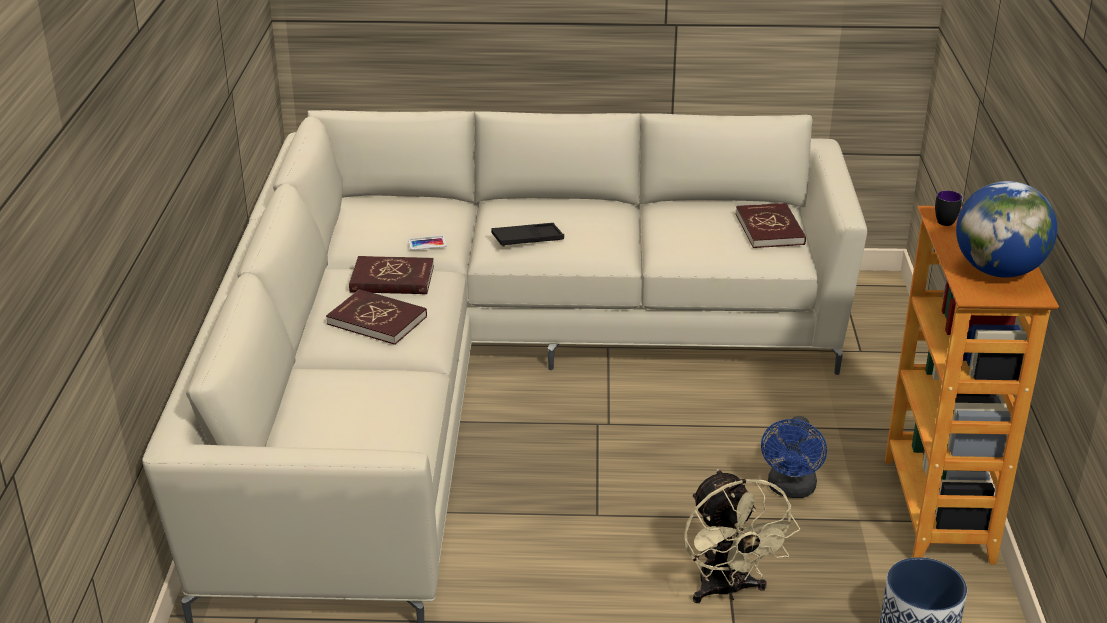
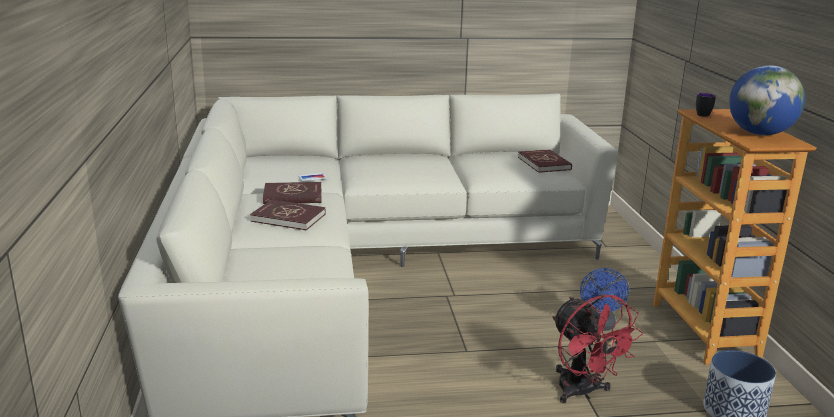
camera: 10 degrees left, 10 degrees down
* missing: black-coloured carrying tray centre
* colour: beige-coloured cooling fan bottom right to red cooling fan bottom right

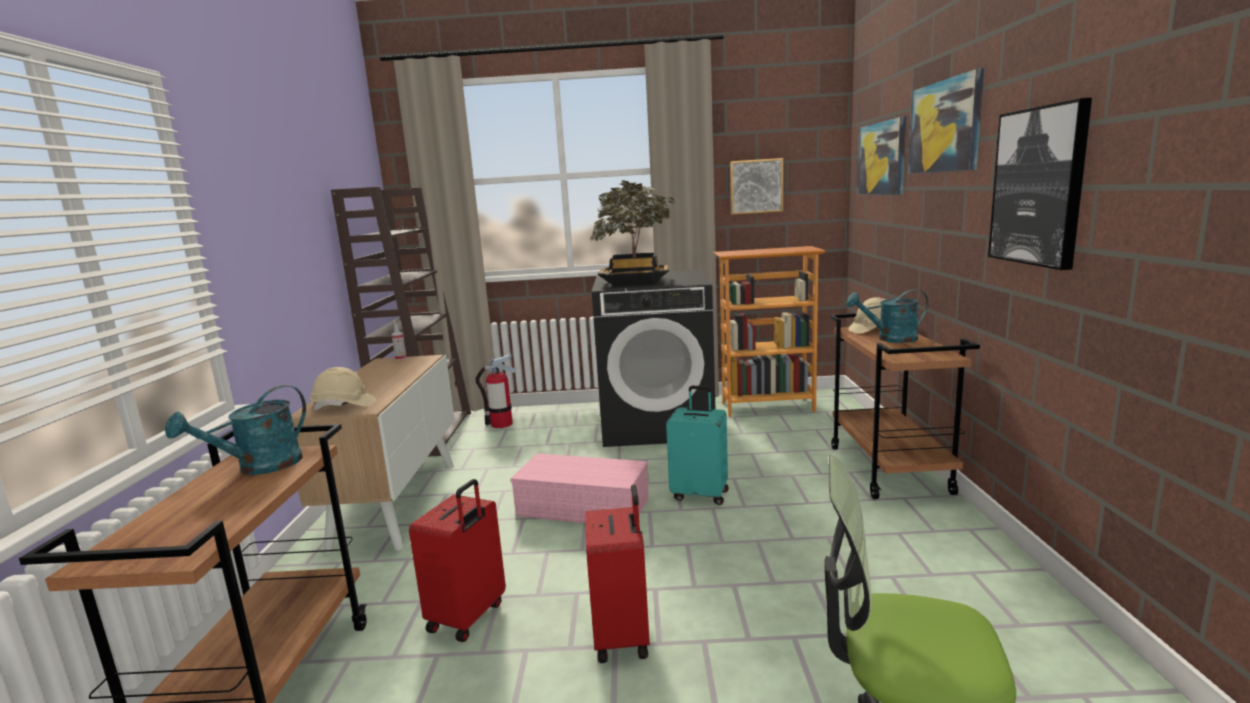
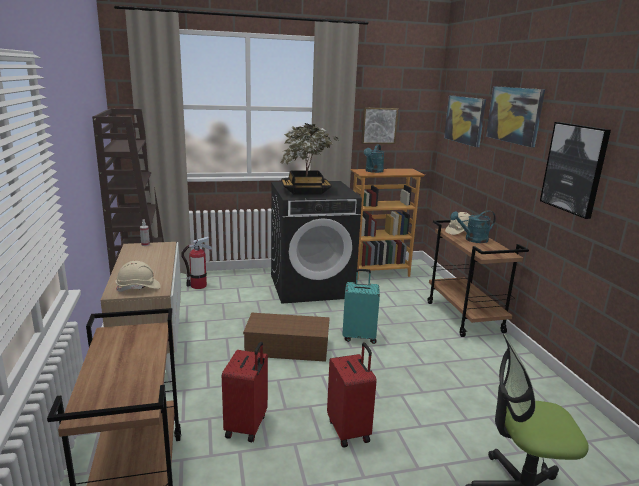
camera: 15 degrees left, 5 degrees up
* relocated: turquoise sprinkling can (no. 1 from left) middle left to top centre
* colour: pinkish storage bin bottom centre to brown-coloured storage bin bottom centre

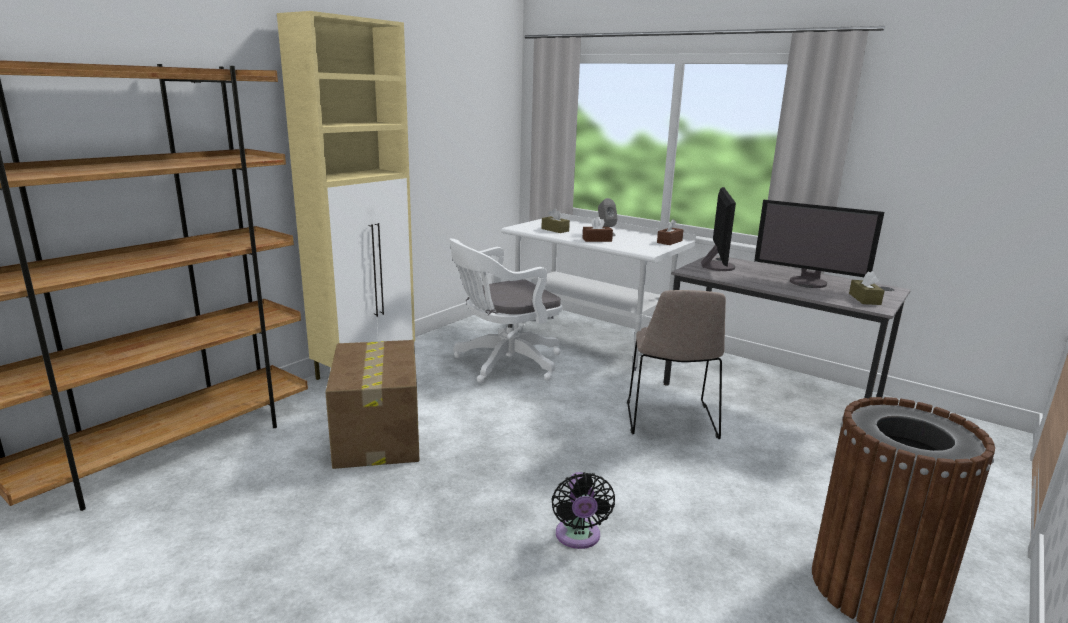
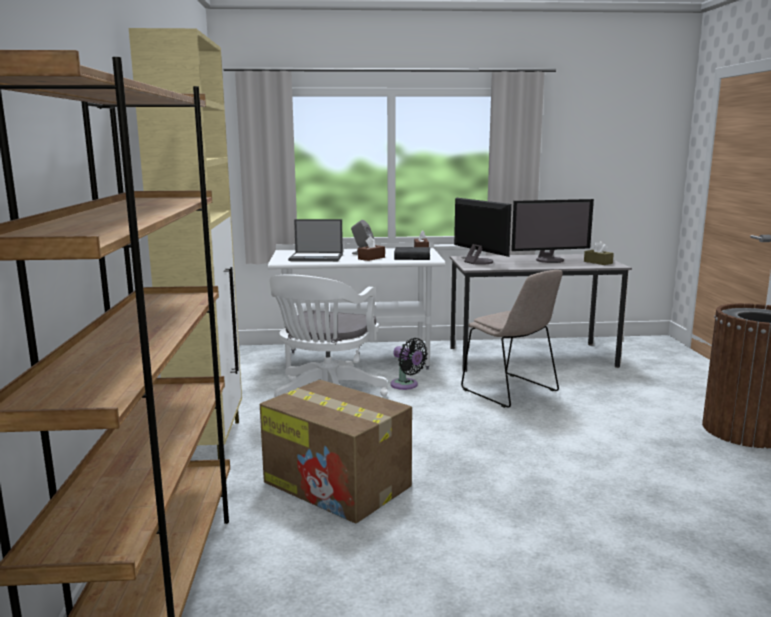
camera: 40 degrees left, 5 degrees down
* exchanged: brown-coloured box of tissues (no. 1 from left) centre to laptop centre
* relocated: black-coloured cooling fan bottom centre to centre
* appeared: black-coloured bound book centre

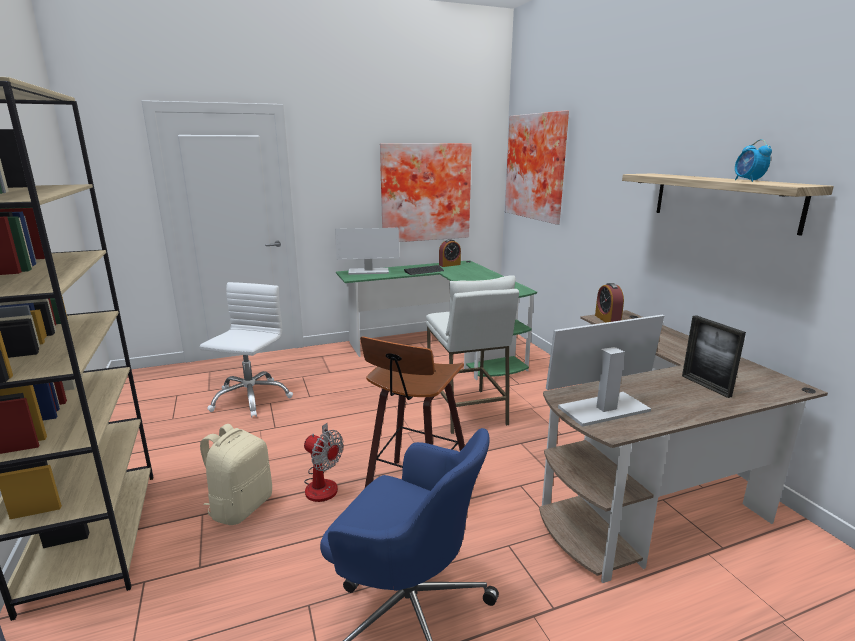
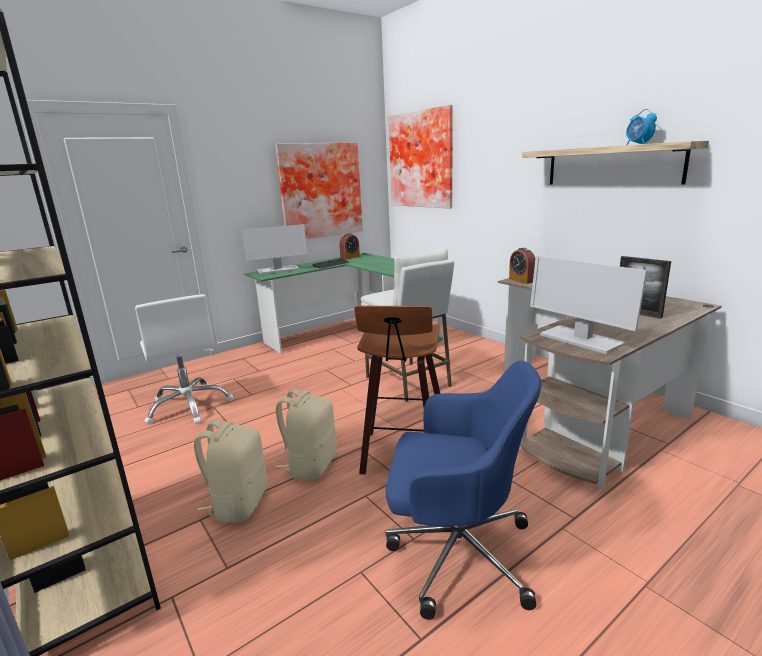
camera: 15 degrees left, 0 degrees up
* spun: white-coloured office chair middle left = middle left 150 degrees clockwise
* spun: computer screen (no. 2 from left) middle right = middle right 90 degrees counterclockwise
* exchanged: cooling fan bottom centre to beige-coloured backpack (no. 2 from left) centre

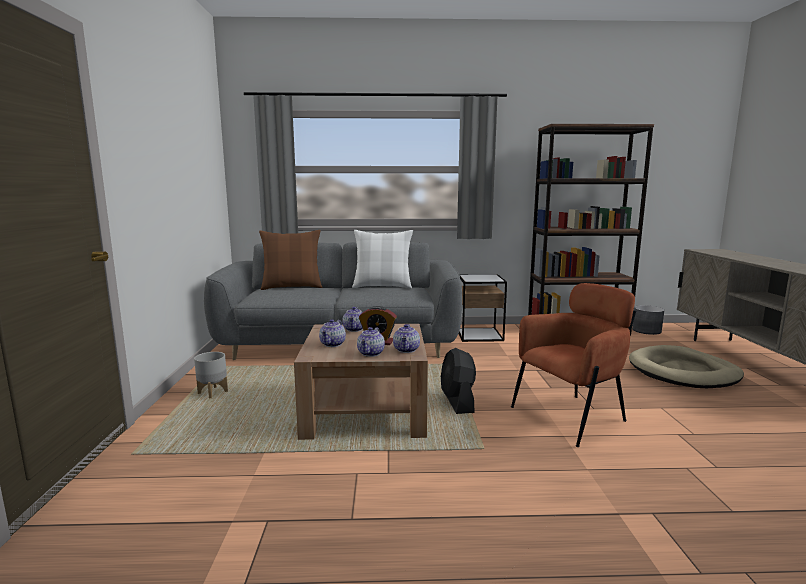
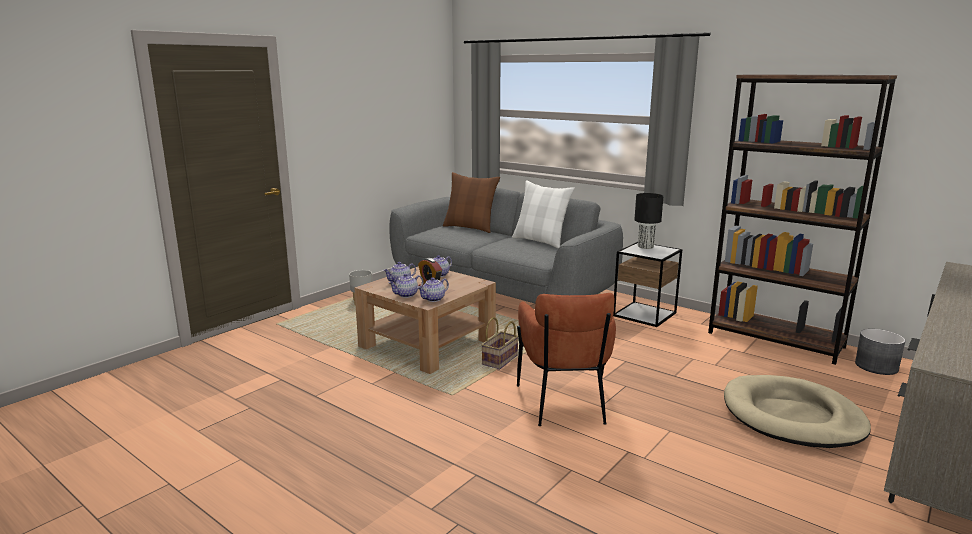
camera: 40 degrees right, 5 degrees up
* spun: brown-coloured easy chair middle right = bottom centre 75 degrees clockwise
* exchanged: black-coloured cooling fan centre to storage basket centre
* appeared: black-coloured table lamp middle right

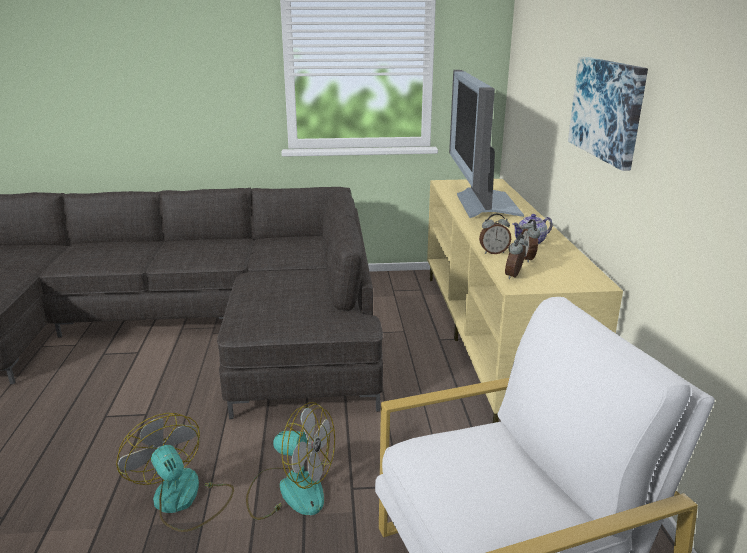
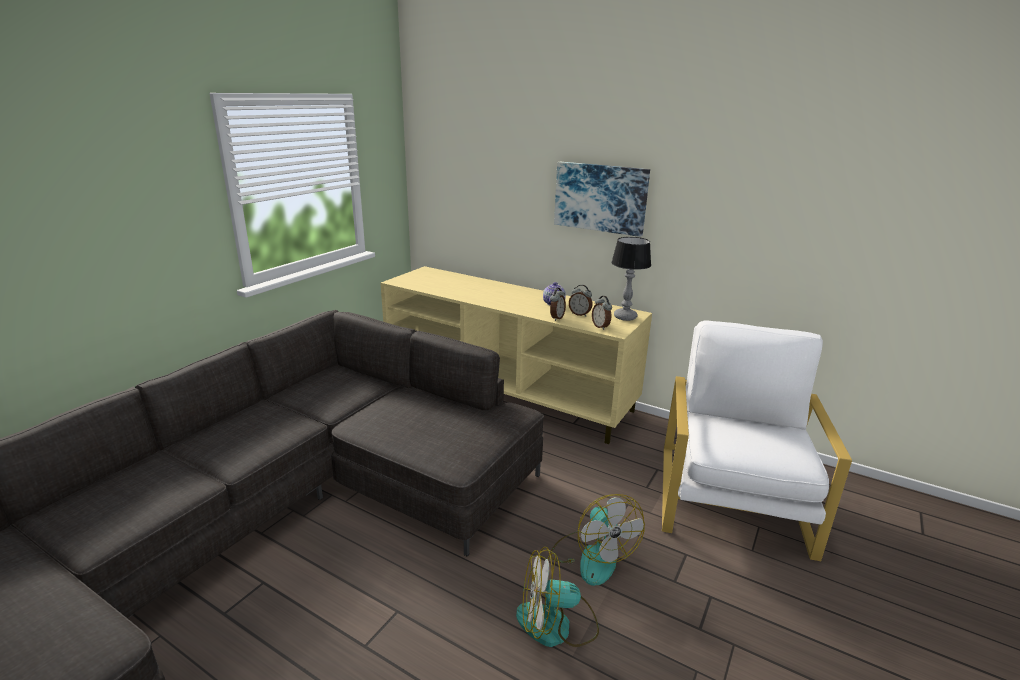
camera: 55 degrees left, 0 degrees up
* missing: TV set top centre
* spun: cooling fan (no. 2 from left) bottom centre = bottom centre 105 degrees clockwise
* appeared: table lamp centre

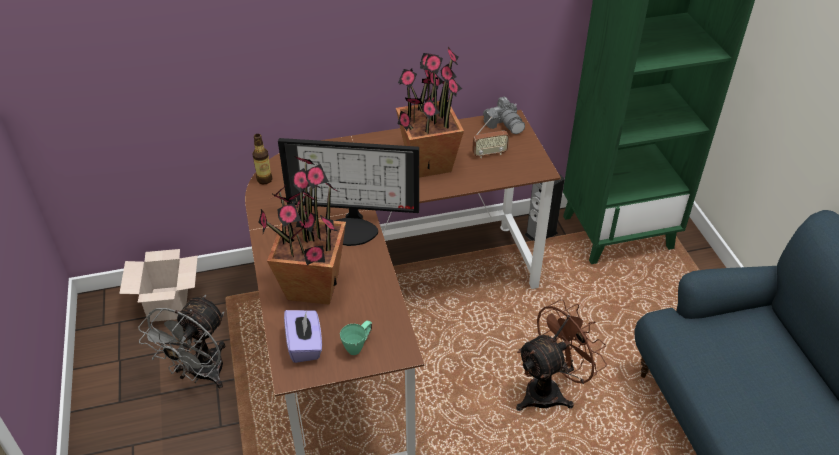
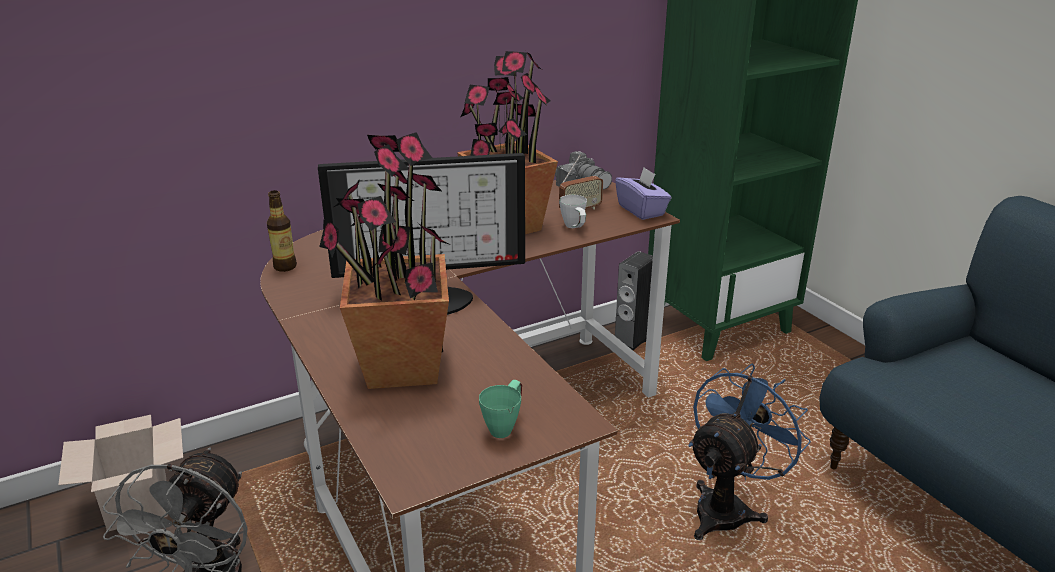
camera: 15 degrees left, 15 degrees down
* colour: brown-coloured cooling fan bottom right to blue cooling fan bottom right
* relocated: purplish box of tissues bottom centre to centre
* appeared: white-coloured coffee mug centre

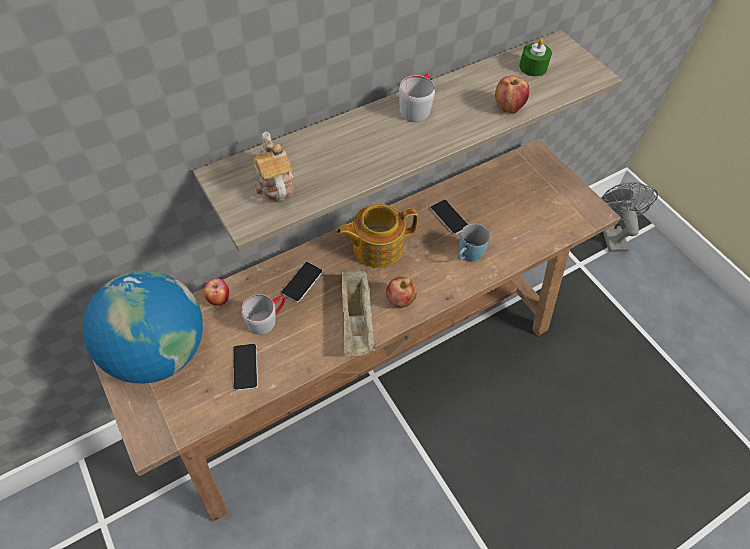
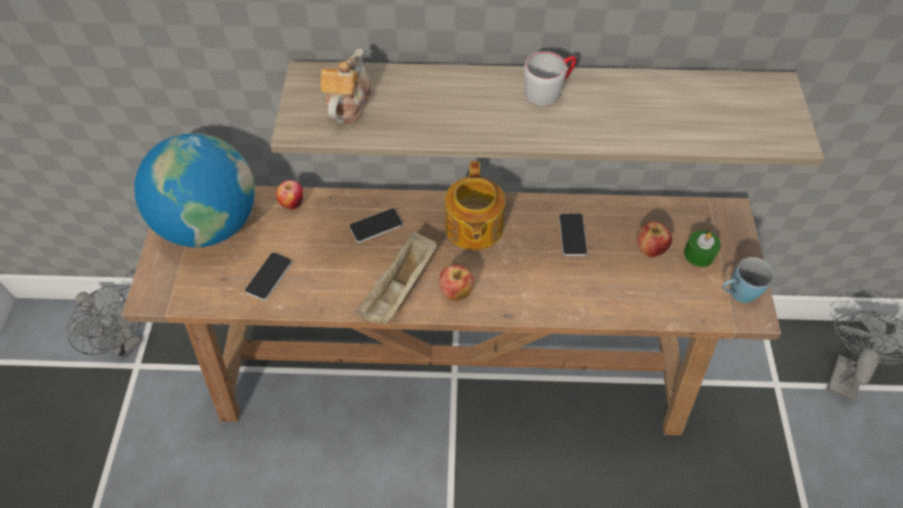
camera: 35 degrees right, 0 degrees up
* relocated: green wax candle top right to middle right
* relocated: apple fruit (no. 3 from left) top right to middle right
* spun: teapot (no. 2 from left) centre = centre 105 degrees counterclockwise
* relocated: blue coffee mug centre to middle right
* missing: gray coffee mug (no. 1 from left) centre
* appeared: gray cooling fan (no. 1 from left) middle left

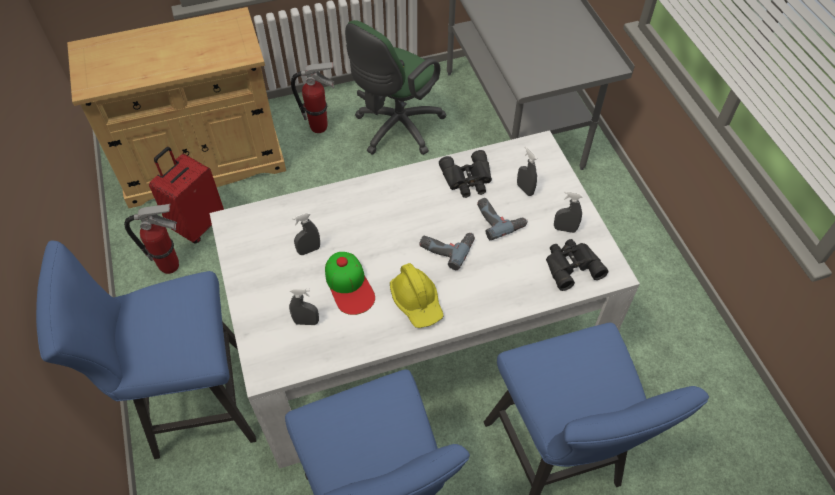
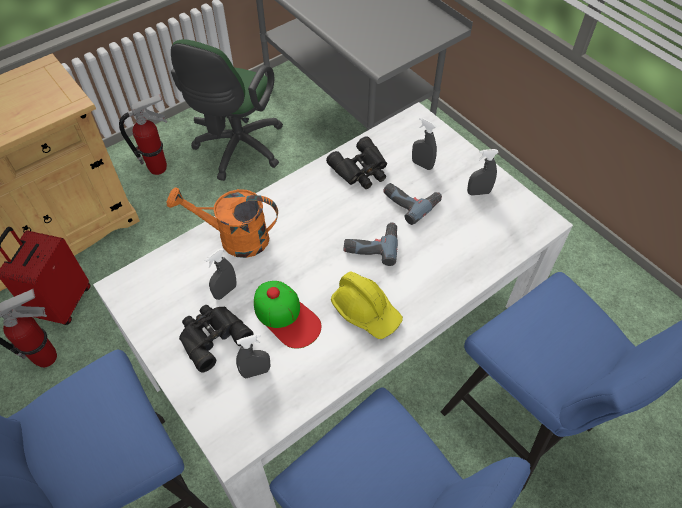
camera: 20 degrees left, 0 degrees up
* relocated: black-coloured binoculars (no. 2 from left in the first image) middle right to black-coloured binoculars (no. 1 from left) middle left
* appeared: orange sprinkling can middle left

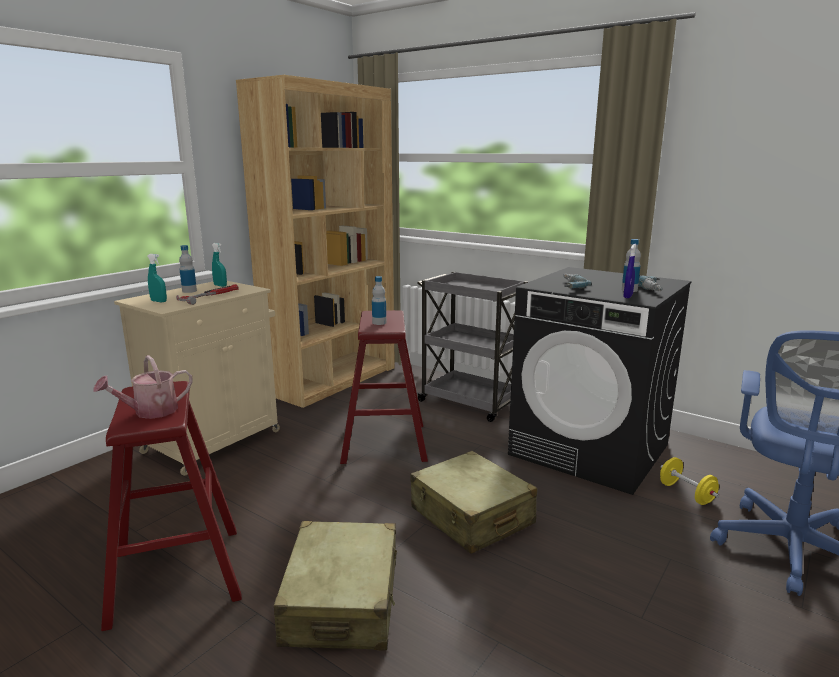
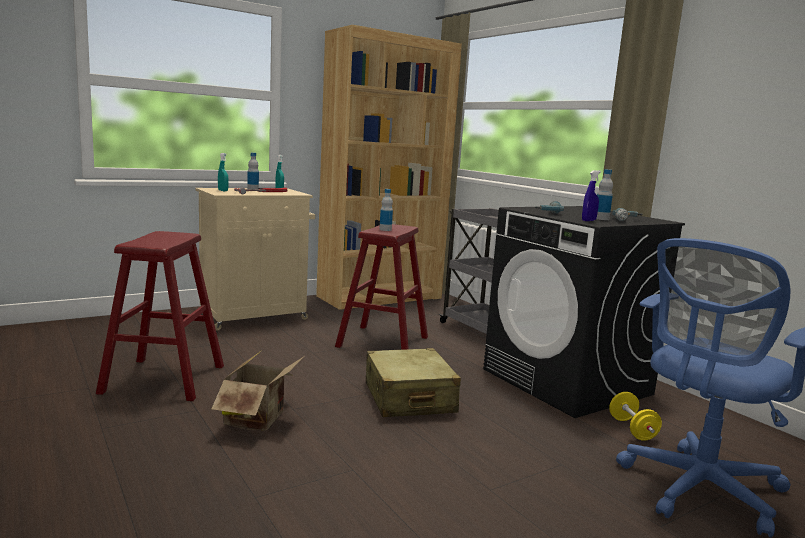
camera: 20 degrees right, 5 degrees down
* missing: sprinkling can middle left
* exchanged: beige-coloured travel case (no. 1 from left) bottom centre to carton bottom left

